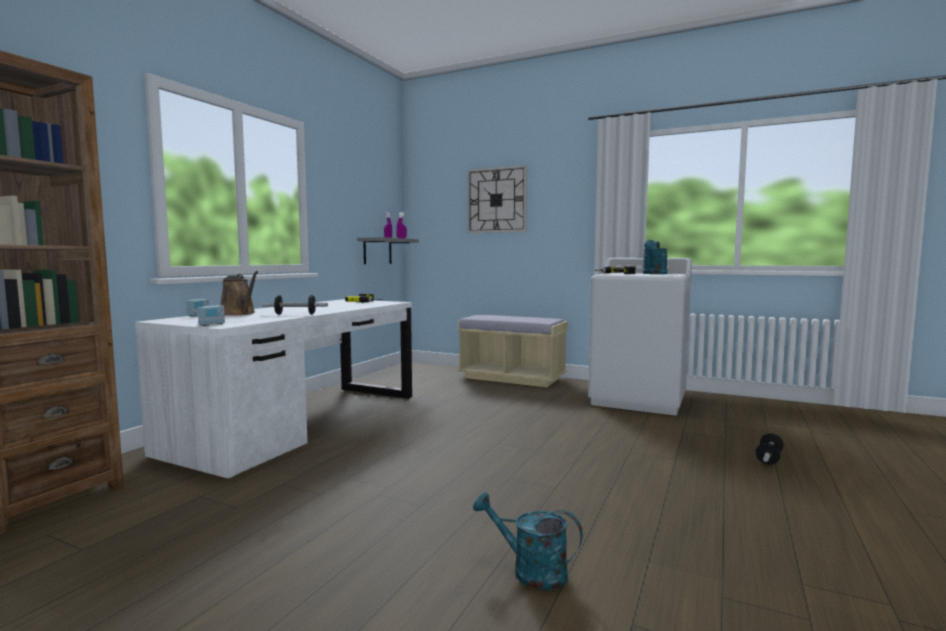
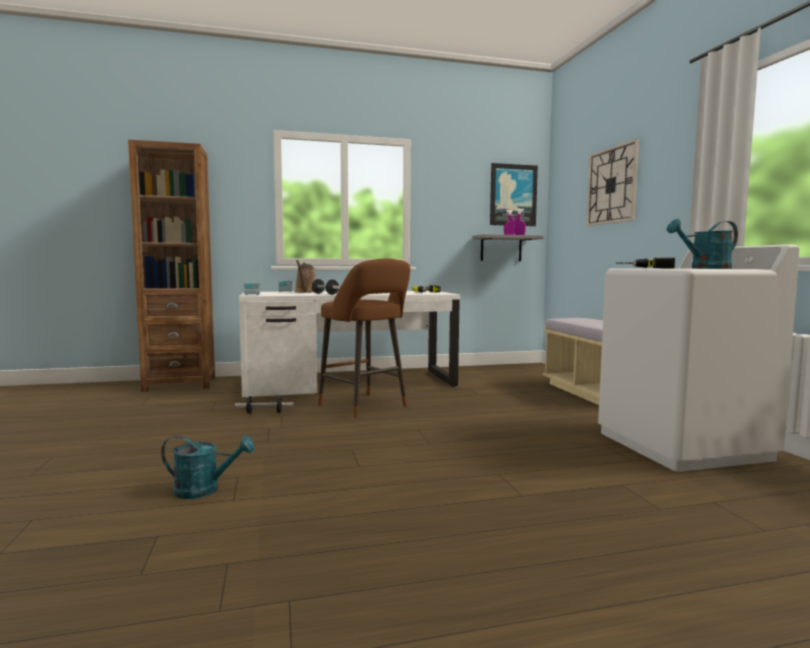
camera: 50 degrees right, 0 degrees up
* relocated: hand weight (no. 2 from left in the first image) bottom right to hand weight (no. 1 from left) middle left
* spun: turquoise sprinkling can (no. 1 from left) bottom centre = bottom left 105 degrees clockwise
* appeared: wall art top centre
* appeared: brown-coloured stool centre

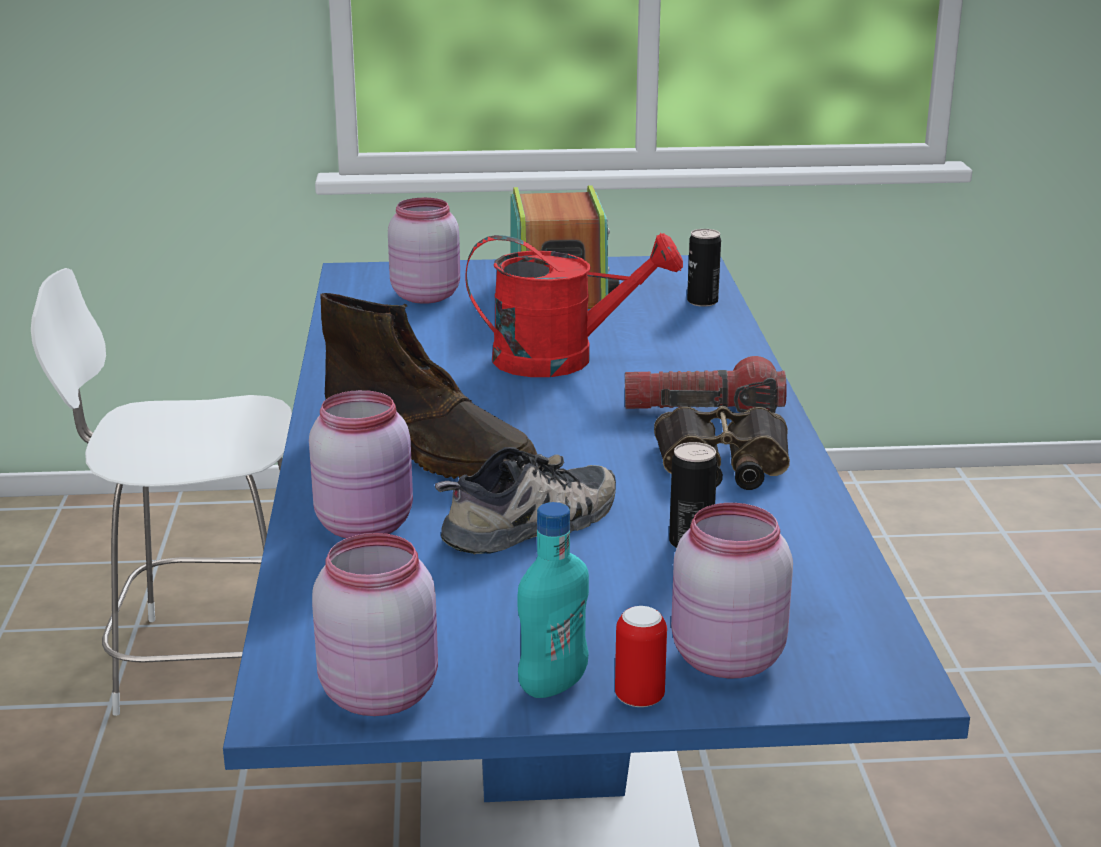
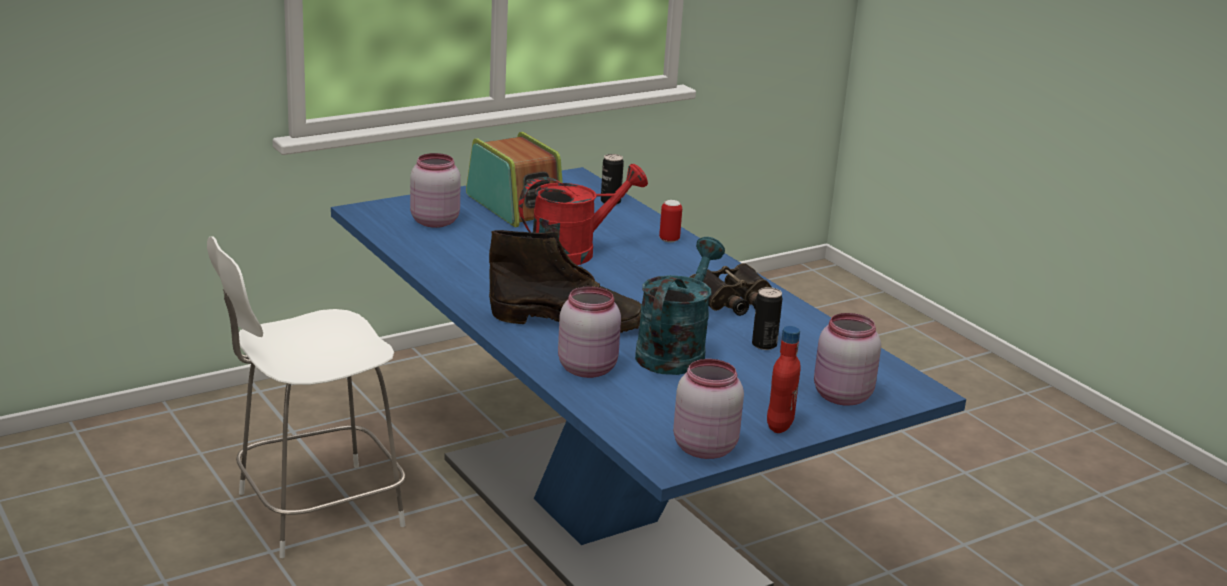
camera: 30 degrees left, 0 degrees up
* missing: hand torch centre
* exchanged: low shoe centre to turquoise sprinkling can centre
* colour: turquoise beverage bottle bottom centre to red beverage bottle centre
* relocated: sealed can (no. 1 from left in the first image) bottom centre to sealed can (no. 2 from left) centre

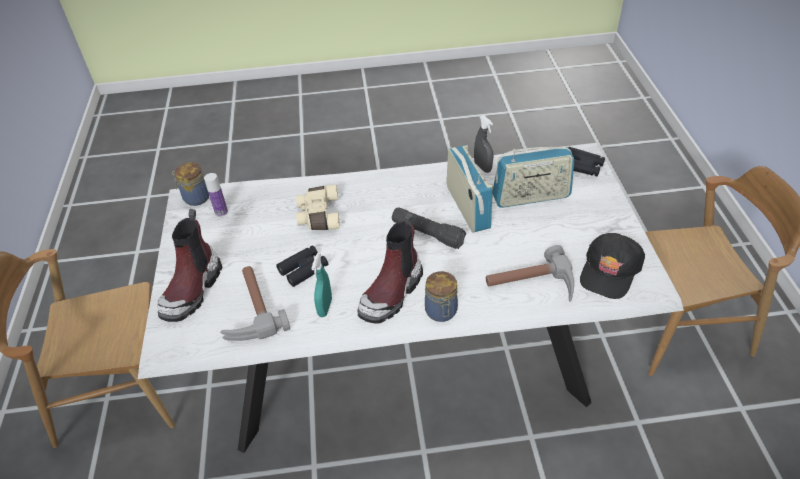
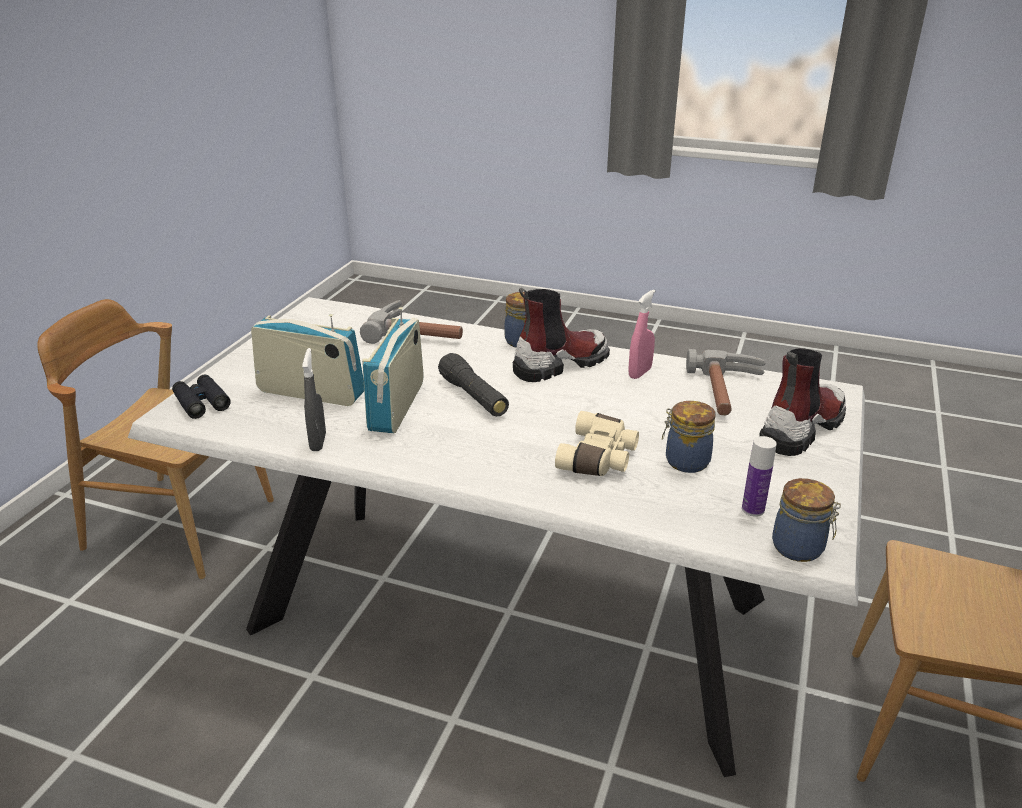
camera: 155 degrees left, 15 degrees down
* missing: black-coloured cap middle right
* missing: black-coloured binoculars (no. 1 from left) centre
* colour: turquoise spray bottle centre to pinkish spray bottle centre
* appeared: jar (no. 2 from left) middle right

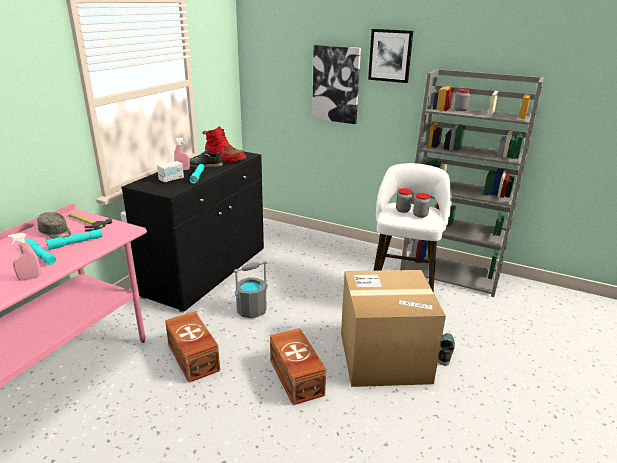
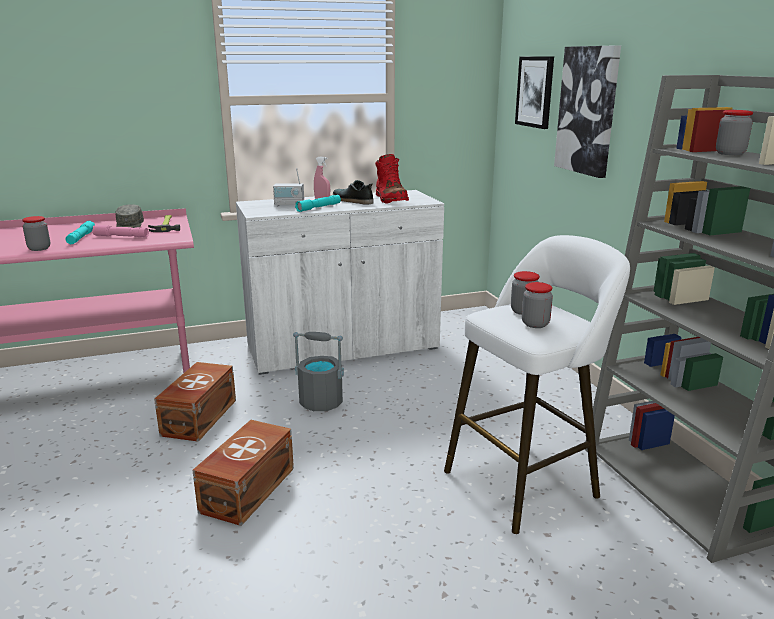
camera: 45 degrees right, 5 degrees down
* relocated: wall art (no. 2 from left in the first image) top centre to wall art (no. 1 from left) top right
* colour: black-coloured cupboard middle left to white-coloured cupboard centre
* colour: turquoise hand torch (no. 2 from left) middle left to pinkish hand torch middle left
* exchanged: pinkish spray bottle (no. 1 from left) middle left to jar (no. 1 from left) middle left
* missing: carton bottom centre
* missing: low shoe (no. 2 from left) bottom right

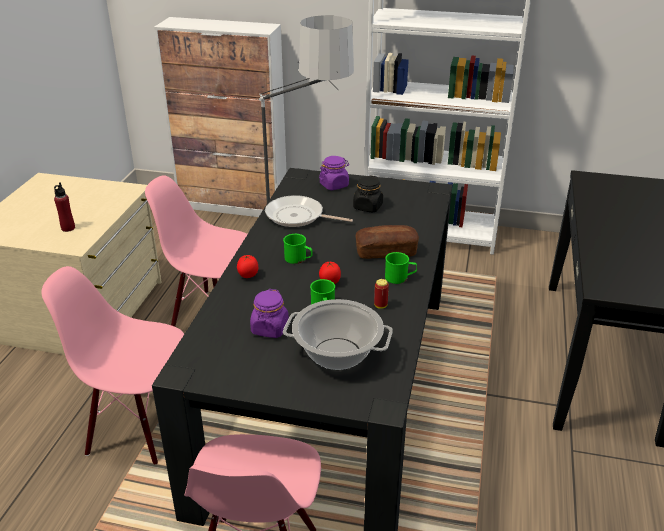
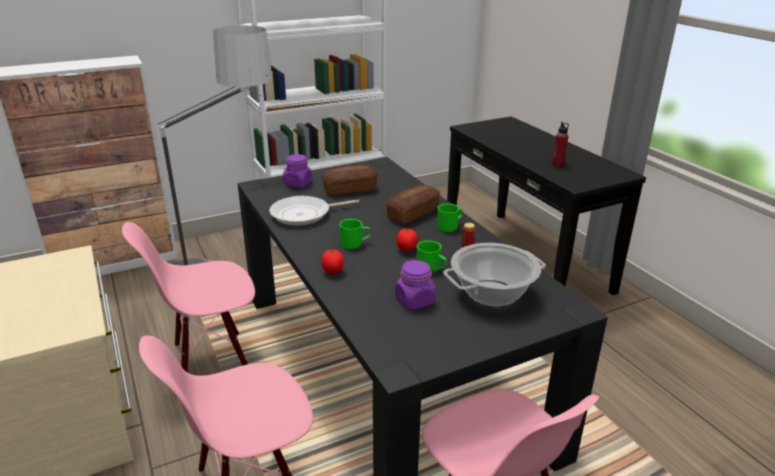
camera: 40 degrees left, 5 degrees down
* exchanged: black-coloured jar centre to bread (no. 1 from left) centre
* relocated: red beverage bottle middle left to top right

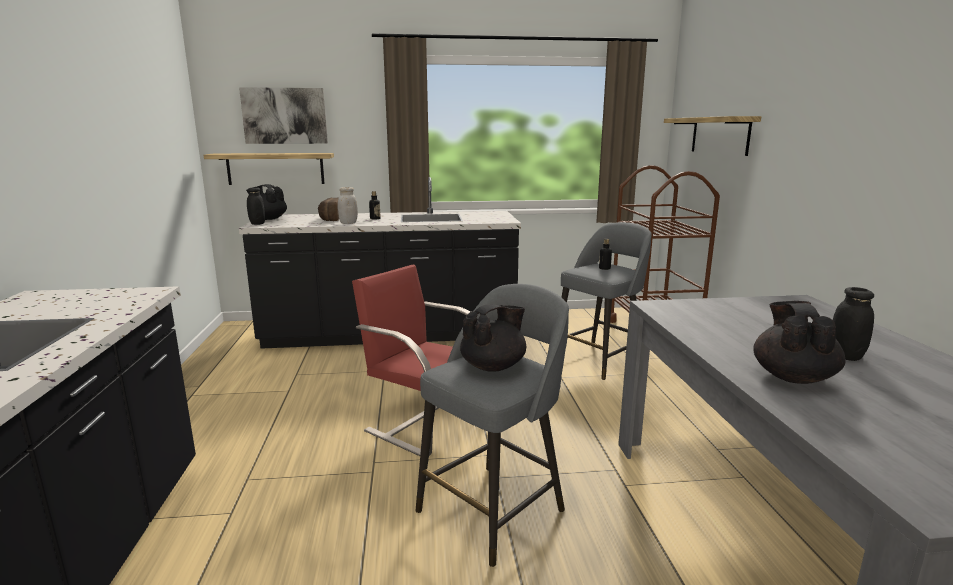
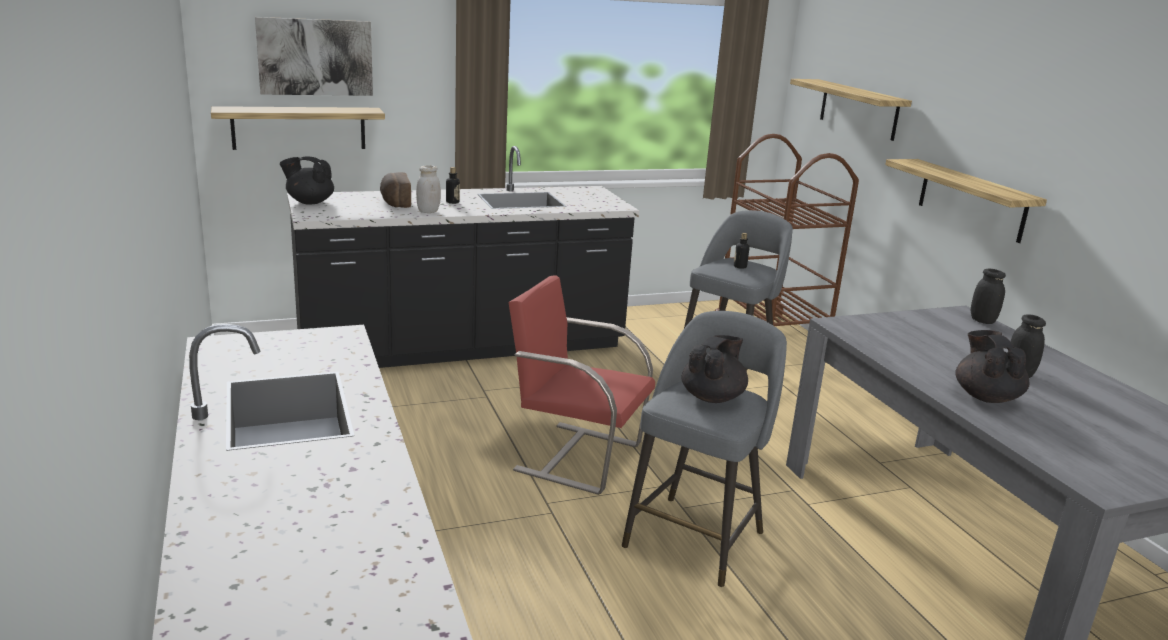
camera: 15 degrees left, 5 degrees up
* relocated: black-coloured jar (no. 1 from left) middle left to middle right
* appeared: wall shelf (no. 3 from left) top right

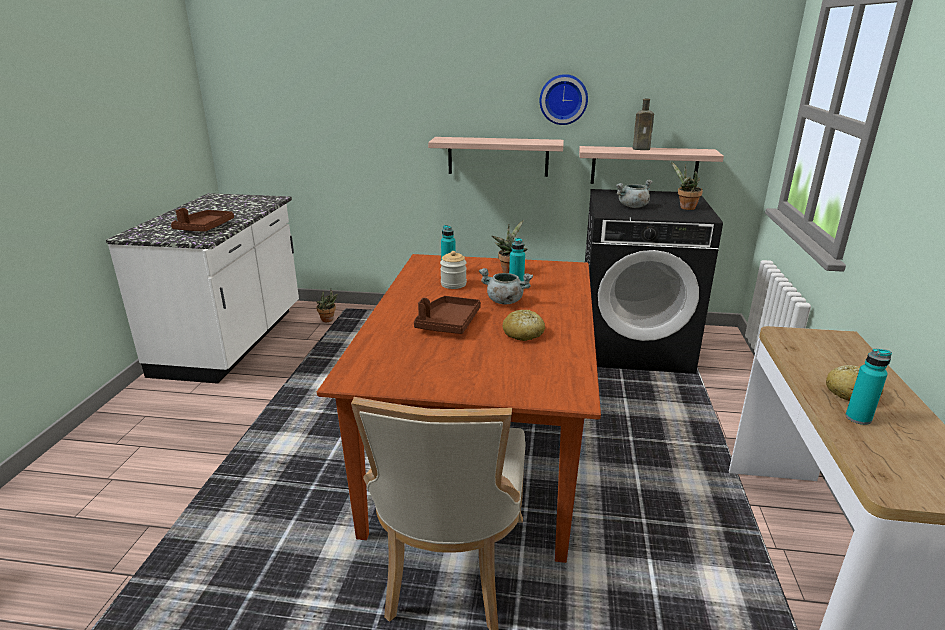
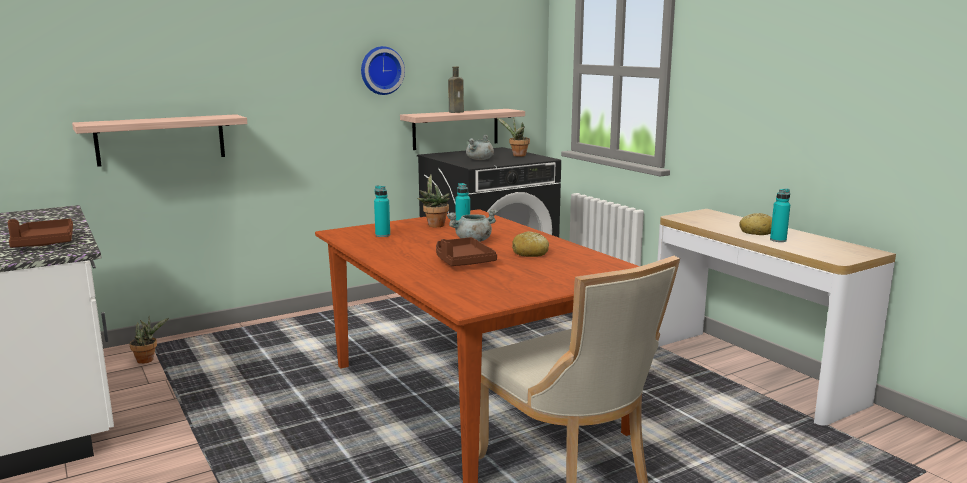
camera: 40 degrees left, 10 degrees down
* relocated: wall shelf (no. 1 from left) top centre to top left
* missing: jar centre

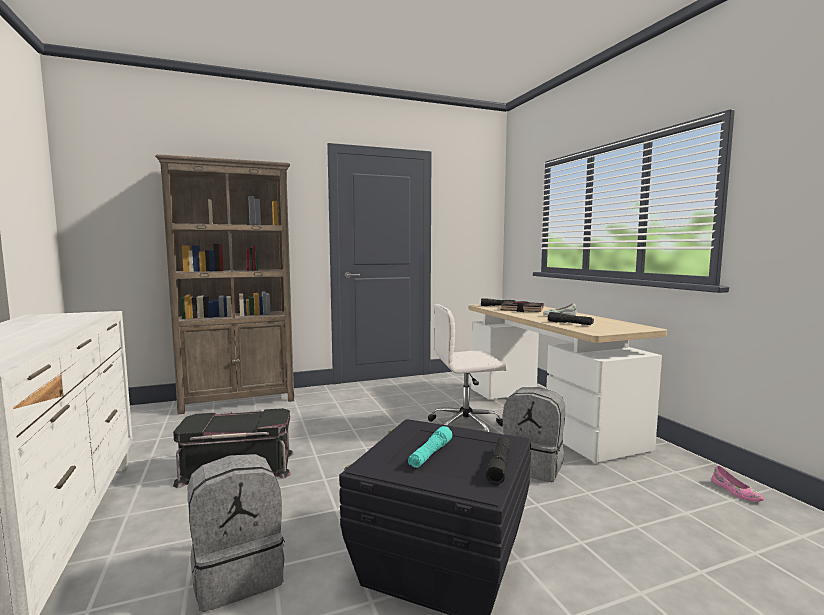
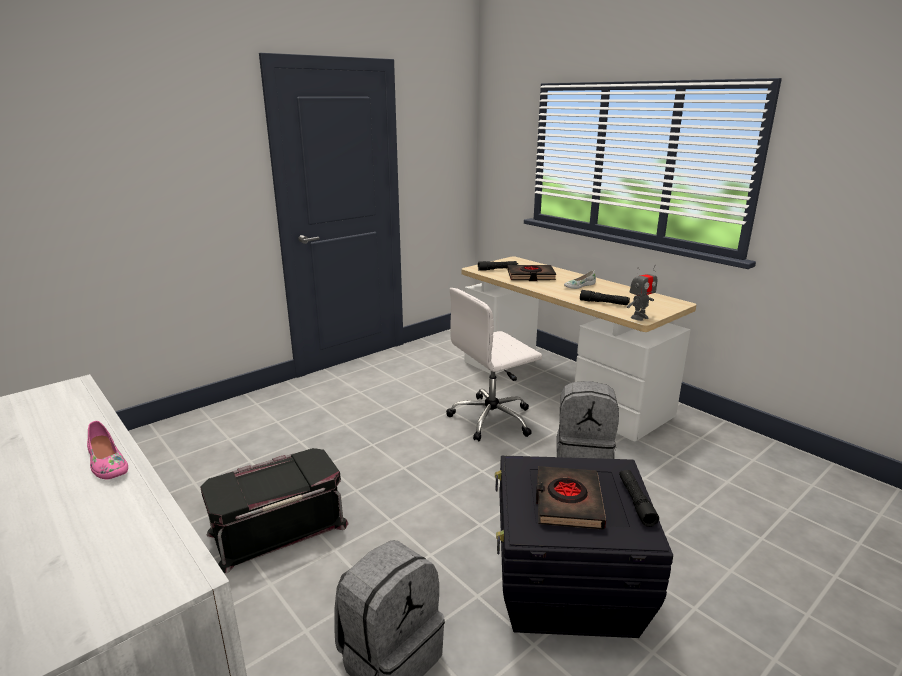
camera: 20 degrees left, 15 degrees up
* missing: brown-coloured bookcase middle left
* exchanged: turquoise hand torch bottom centre to black-coloured bound book (no. 2 from left) bottom centre
* relocated: pinkish low shoe bottom right to middle left
* appeared: model robot middle right

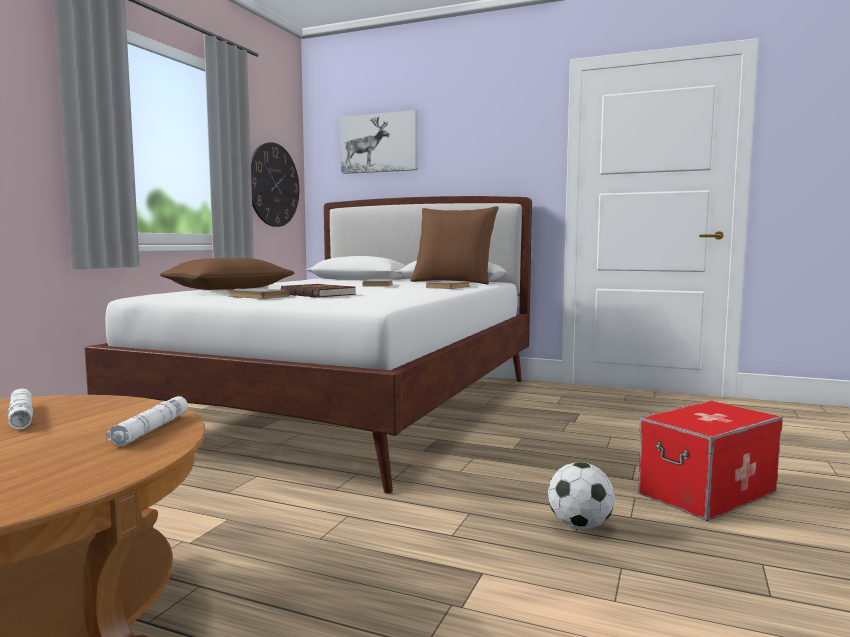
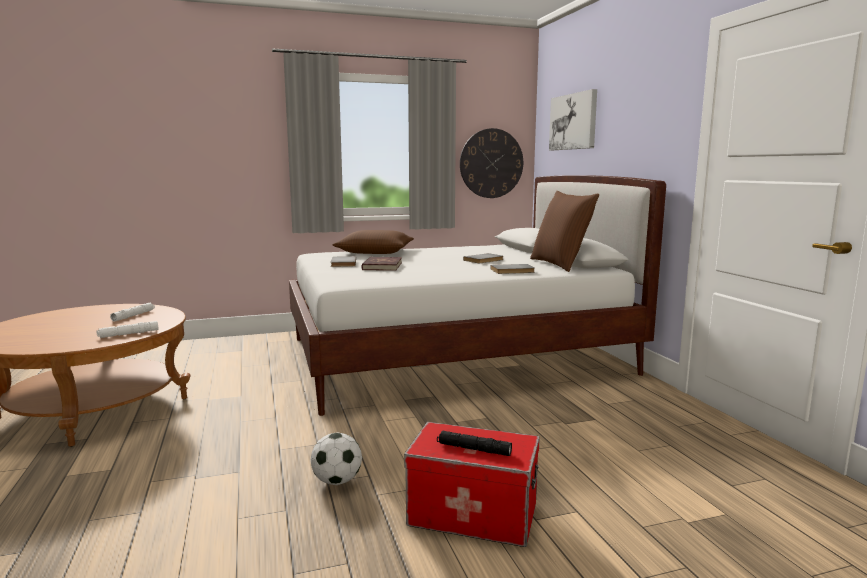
camera: 50 degrees right, 5 degrees up
* appeared: black-coloured hand torch bottom centre

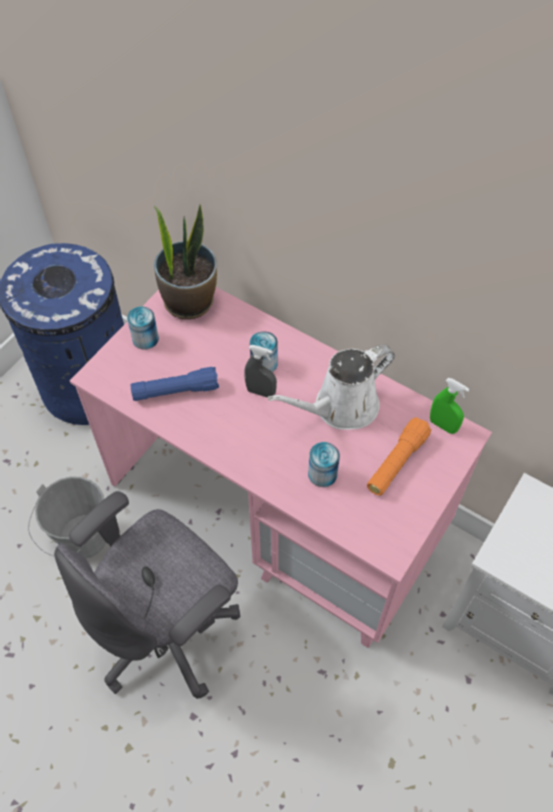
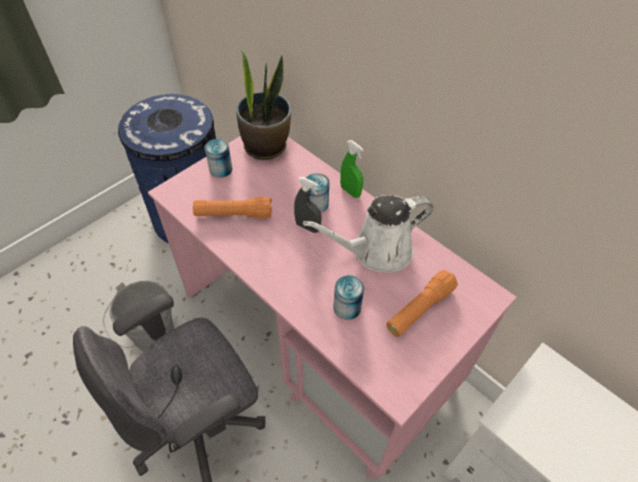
camera: 10 degrees right, 5 degrees down
* colour: blue hand torch middle left to orange hand torch (no. 1 from left) centre
* relocated: green spray bottle middle right to centre

